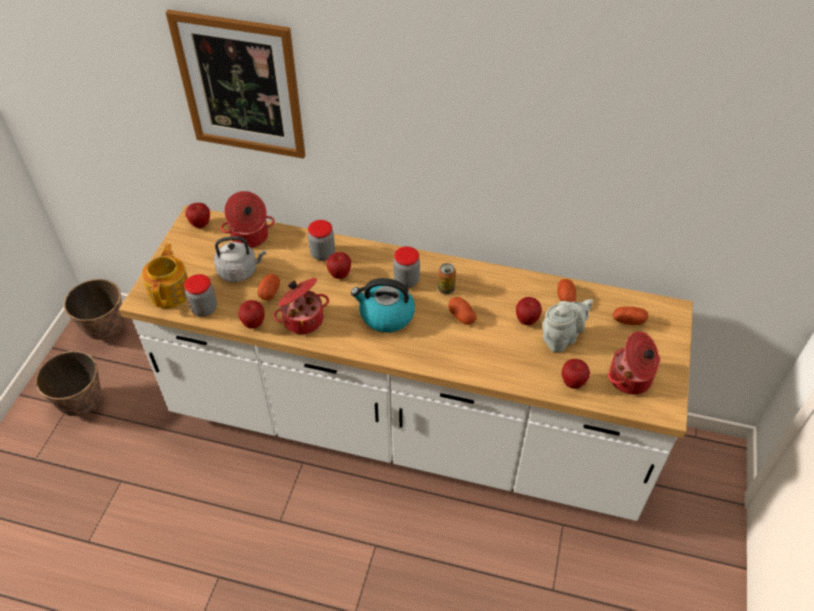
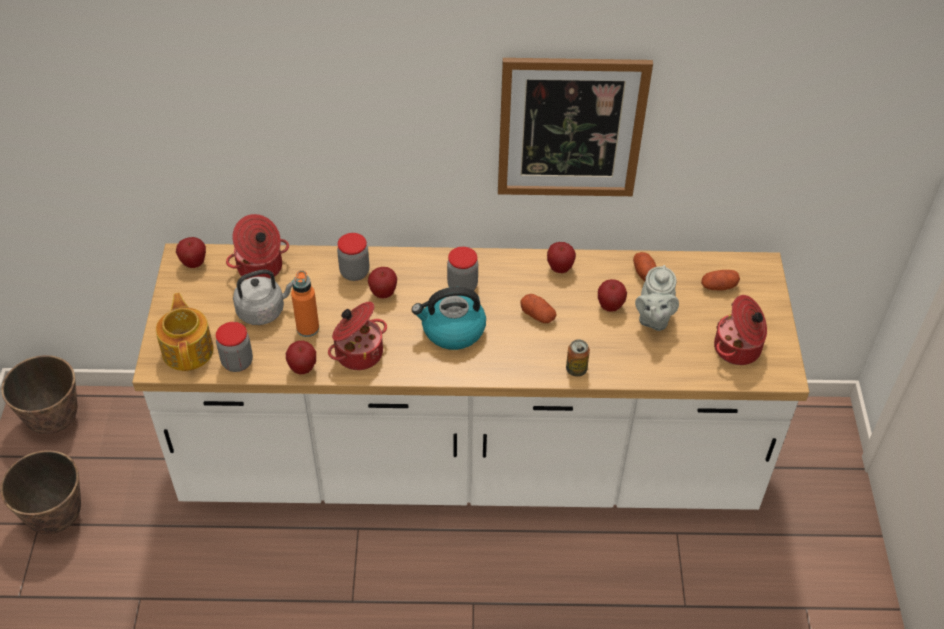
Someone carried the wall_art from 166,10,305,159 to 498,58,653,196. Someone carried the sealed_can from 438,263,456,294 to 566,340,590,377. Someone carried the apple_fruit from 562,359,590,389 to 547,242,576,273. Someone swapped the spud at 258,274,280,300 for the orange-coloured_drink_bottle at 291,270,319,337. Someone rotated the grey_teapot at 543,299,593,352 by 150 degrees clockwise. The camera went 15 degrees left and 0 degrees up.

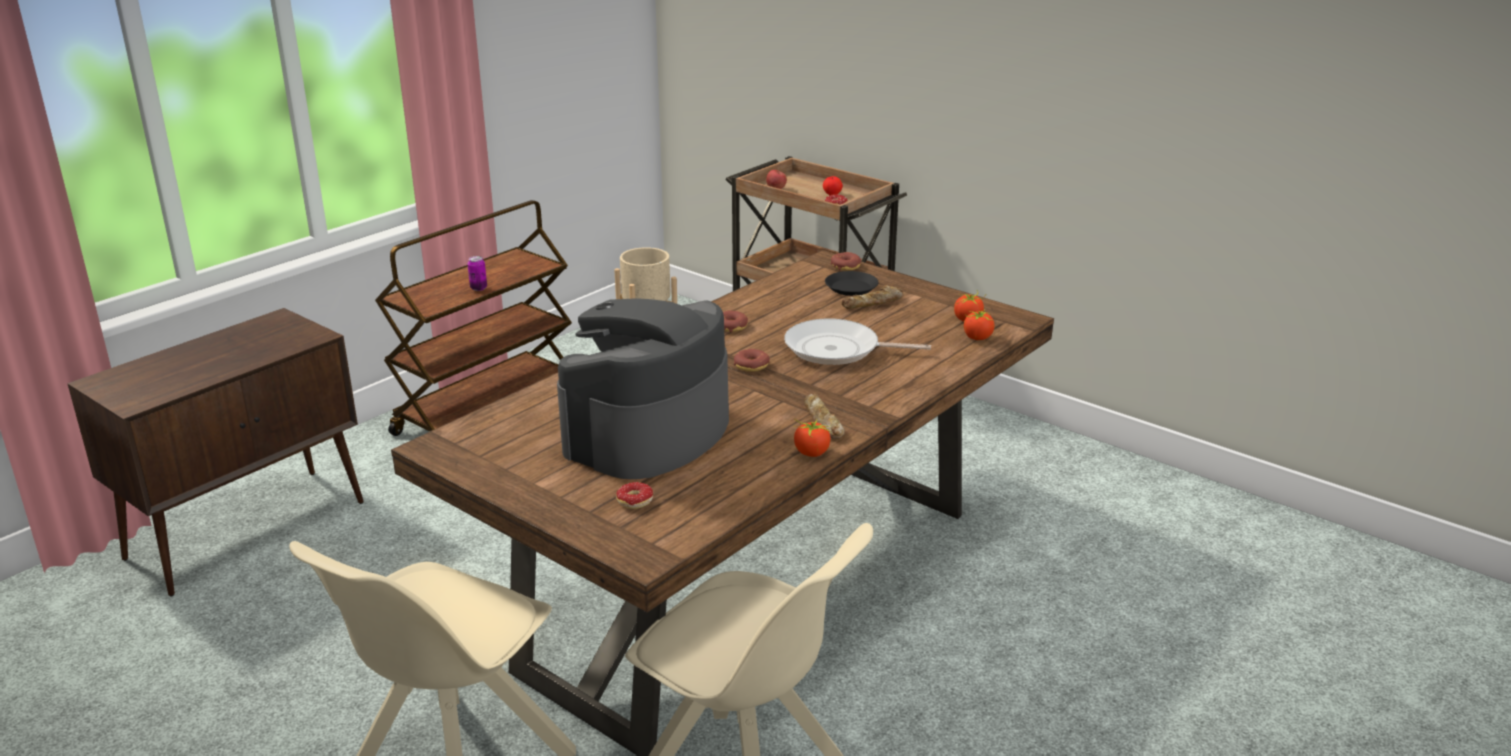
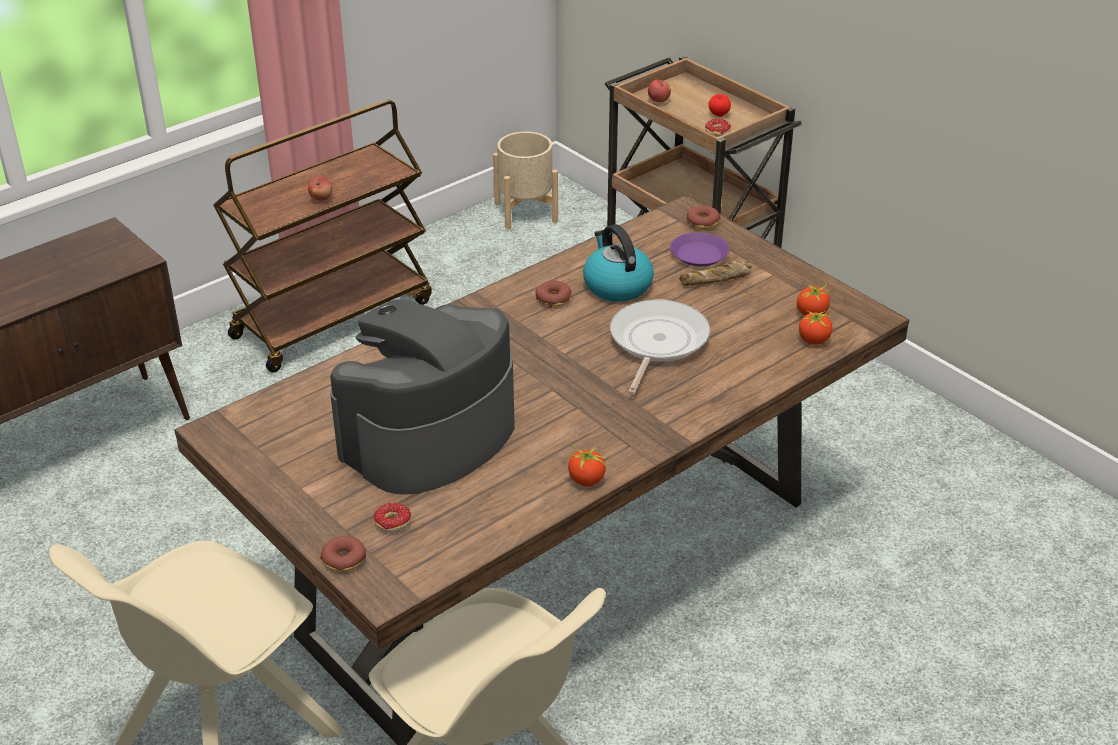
Someone took away the baked_bread at 804,394,845,439. Someone put down the tea_kettle at 583,224,654,302. Someone carried the donut from 734,349,770,372 to 320,536,366,572. Someone swapped the sealed_can at 468,256,487,291 for the apple_fruit at 308,177,332,201. Someone repainted the blackish_plate at 825,271,879,296, which became the purplish_plate at 670,232,729,266. Someone rotated the frying_pan at 784,318,931,365 by 90 degrees clockwise. The camera went 10 degrees right and 10 degrees up.

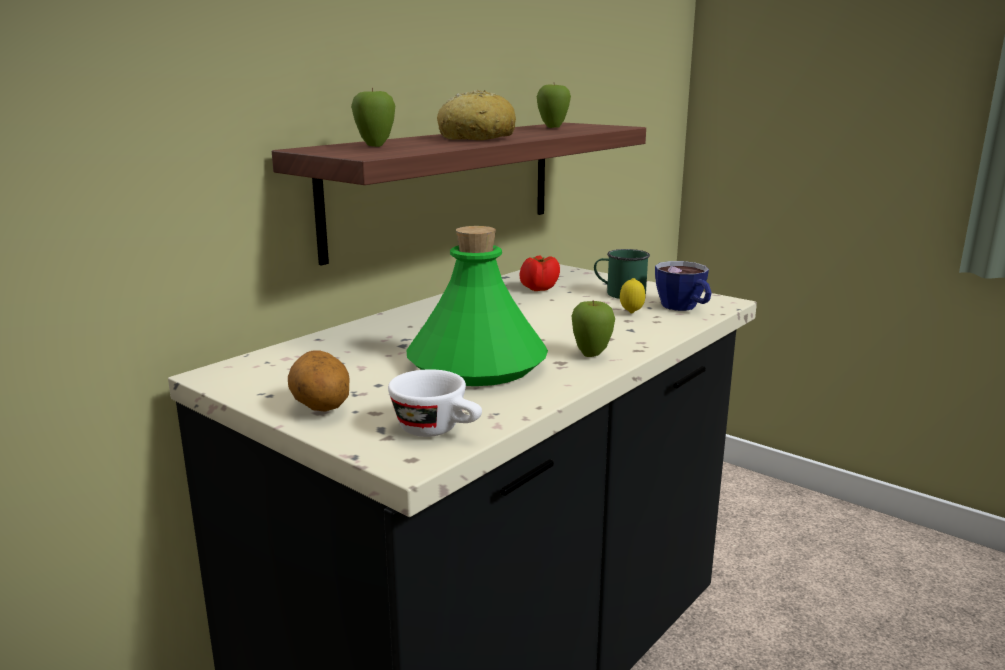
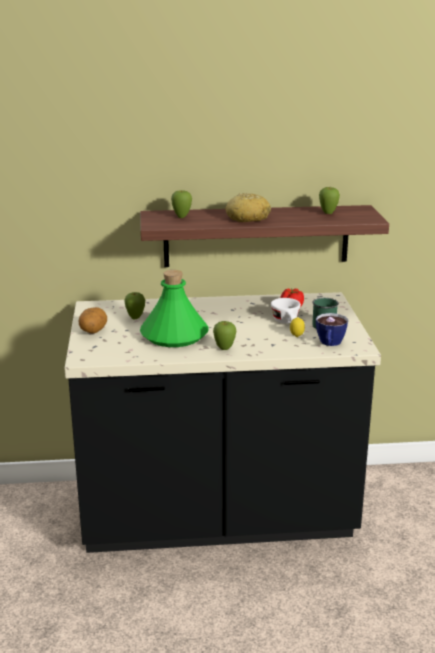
Someone put down the apple_fruit at 124,292,145,320. Someone carried the white_small_cup from 388,369,482,437 to 271,298,301,324. The camera went 45 degrees right and 5 degrees up.

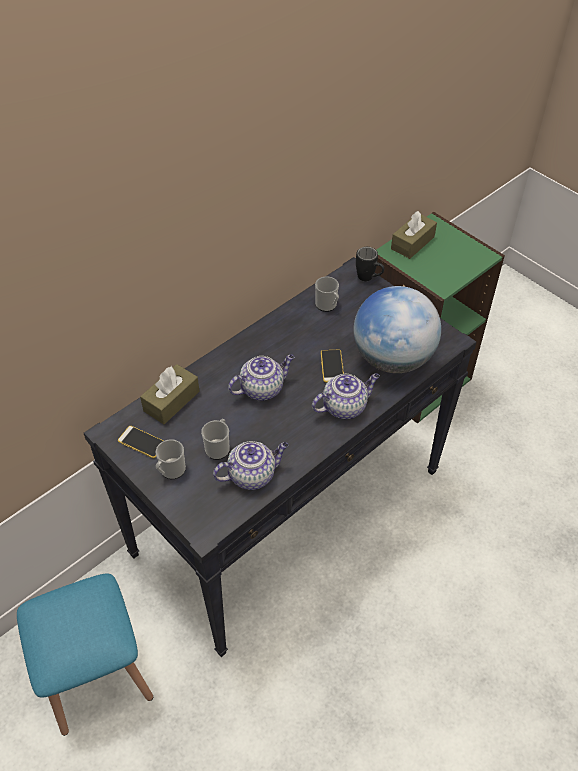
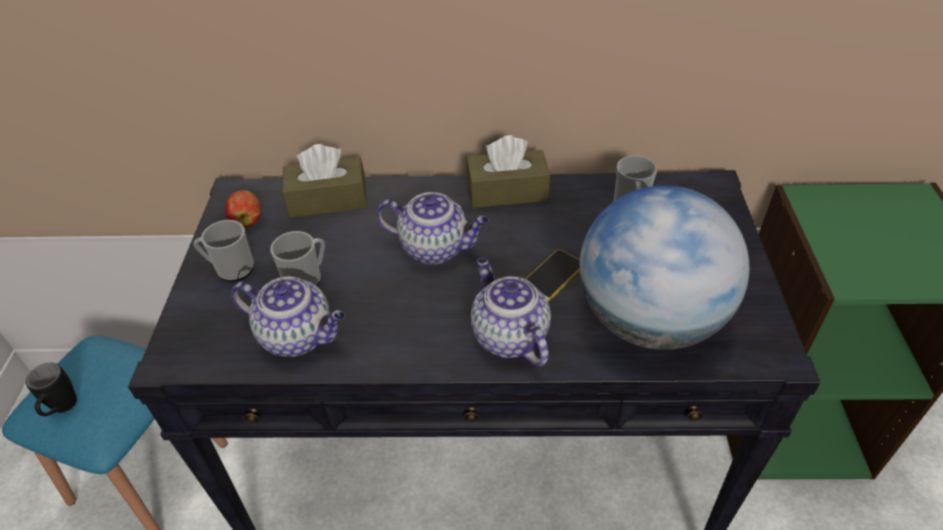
Someone carried the blackish_coffee_mug from 356,247,385,281 to 26,363,77,416. Someone carried the brown_box_of_tissues from 391,211,437,259 to 466,135,550,208. Someone swapped the telephone at 118,426,163,458 for the apple_fruit at 225,190,261,227. Someone rotated the teapot at 312,373,380,419 by 135 degrees counterclockwise. The camera went 45 degrees right and 5 degrees down.

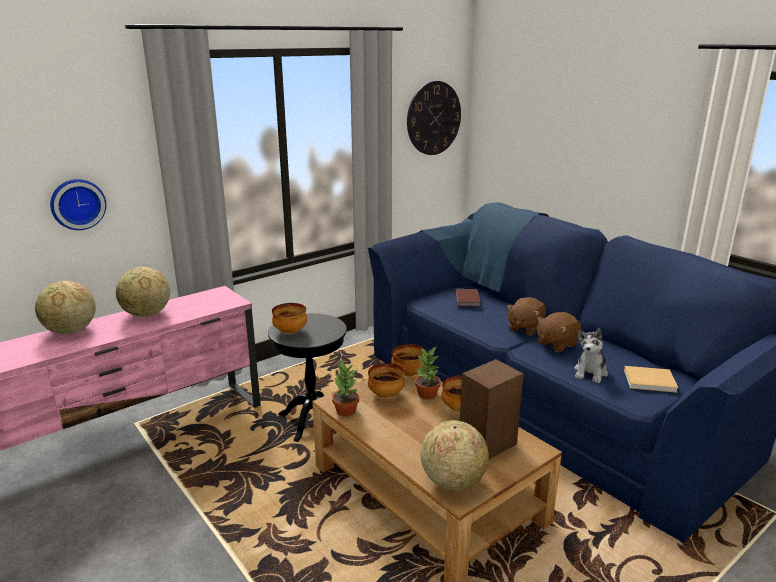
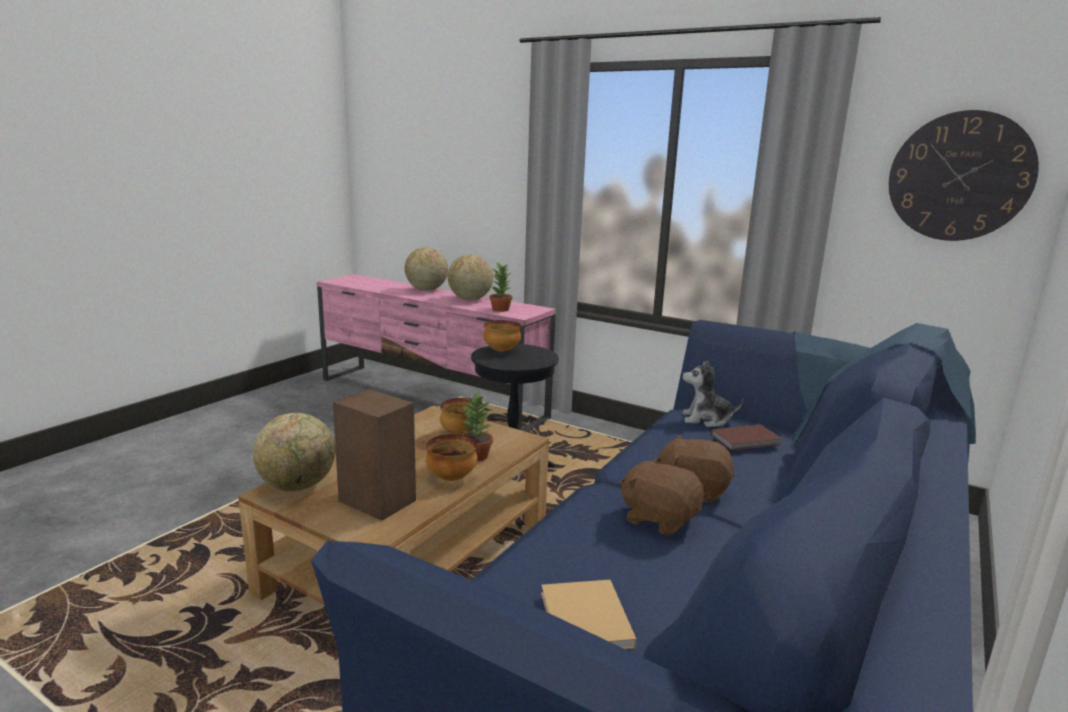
Someone took away the clock_on_the_wall at 50,179,106,230. Someone took away the serving_bowl at 391,344,424,376. Someone carried the houseplant from 332,360,359,416 to 490,263,512,312. Someone carried the soft_toy from 574,328,608,383 to 682,360,743,427. The camera went 70 degrees right and 5 degrees down.

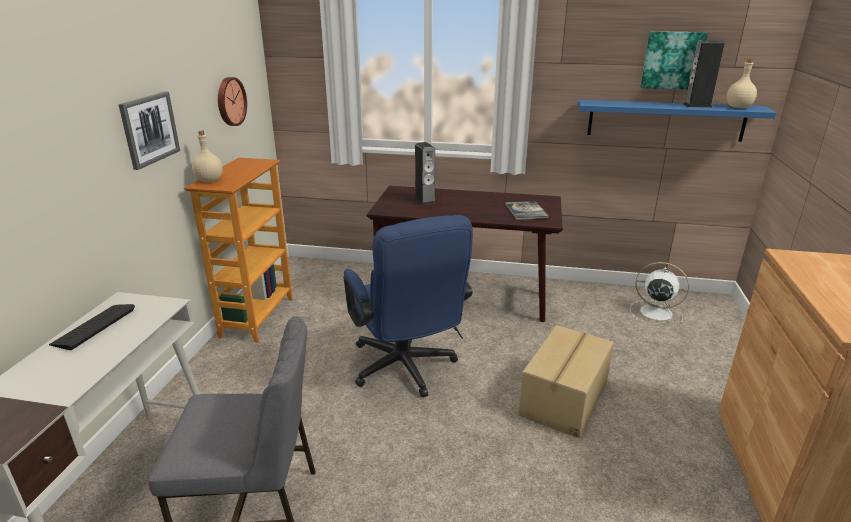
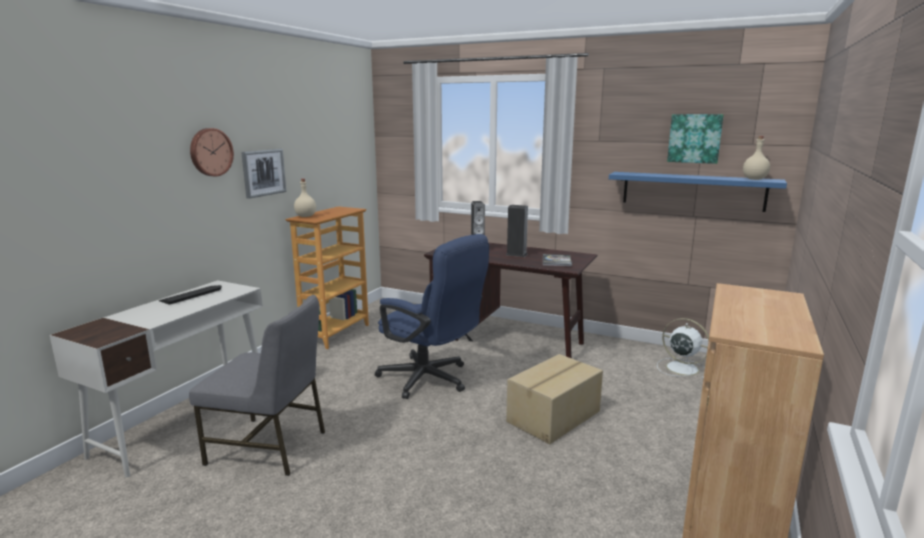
Someone carried the clock_on_the_wall from 218,77,247,126 to 190,128,234,176. Someone carried the loudspeaker from 683,40,725,108 to 506,205,528,257. Someone rotated the blue-coloured_office_chair at 343,215,473,397 by 45 degrees counterclockwise. The camera went 15 degrees right and 10 degrees down.

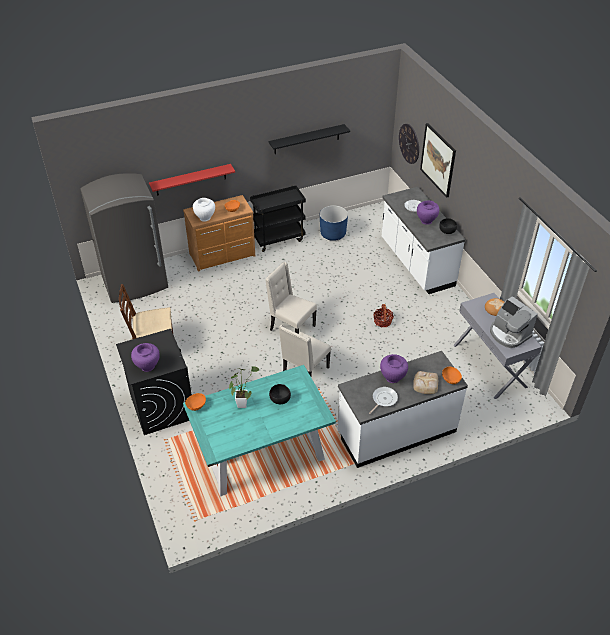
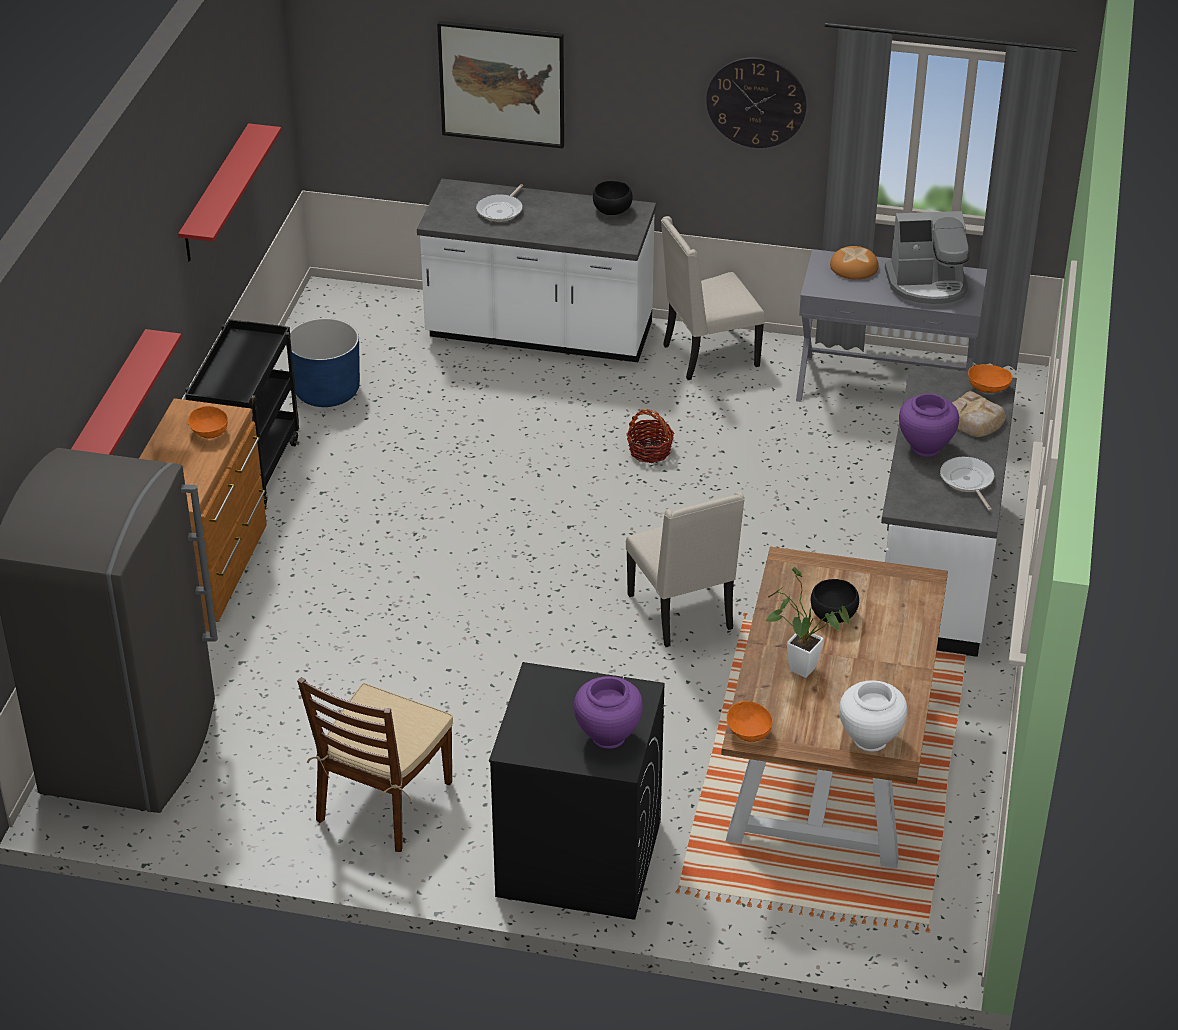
Someone took away the purplish_decorative_vase at 417,200,439,225. Someone carried the white_decorative_vase from 193,198,215,222 to 839,681,907,752. Someone carried the beige-coloured_chair from 265,262,317,334 to 661,216,765,380. Someone carried the clock_on_the_wall from 399,124,419,164 to 706,57,807,148. Someone repainted the turquoise-coloured_kitchen_table at 183,365,336,497, which became the brown_kitchen_table at 721,547,948,869. Someone repainted the blackish_bracket_shelf at 268,124,350,154, which became the red_bracket_shelf at 178,123,282,262. The camera went 55 degrees left and 5 degrees down.

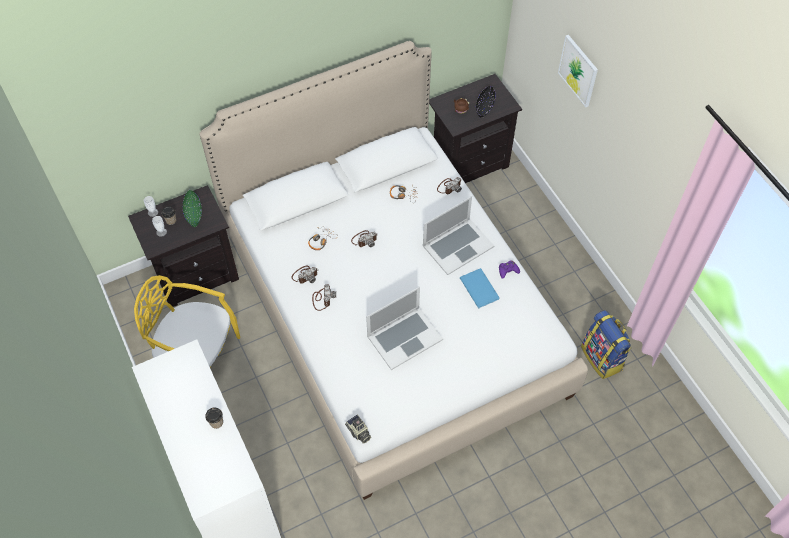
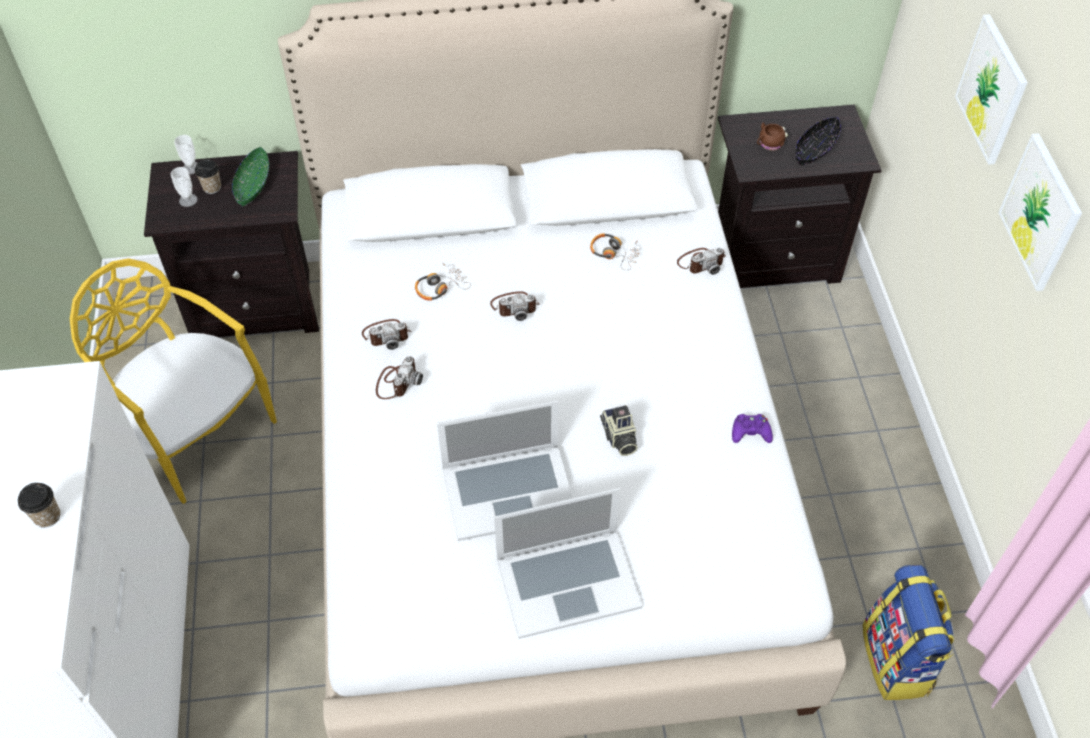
Someone took away the blue-coloured_bound_book at 460,268,500,308. Someone put up the wall_art at 998,133,1082,291. Someone carried the photo_camera from 345,414,371,444 to 600,405,638,456. Someone carried the notebook_computer from 423,196,494,275 to 494,488,642,639. The camera went 20 degrees right and 5 degrees down.

